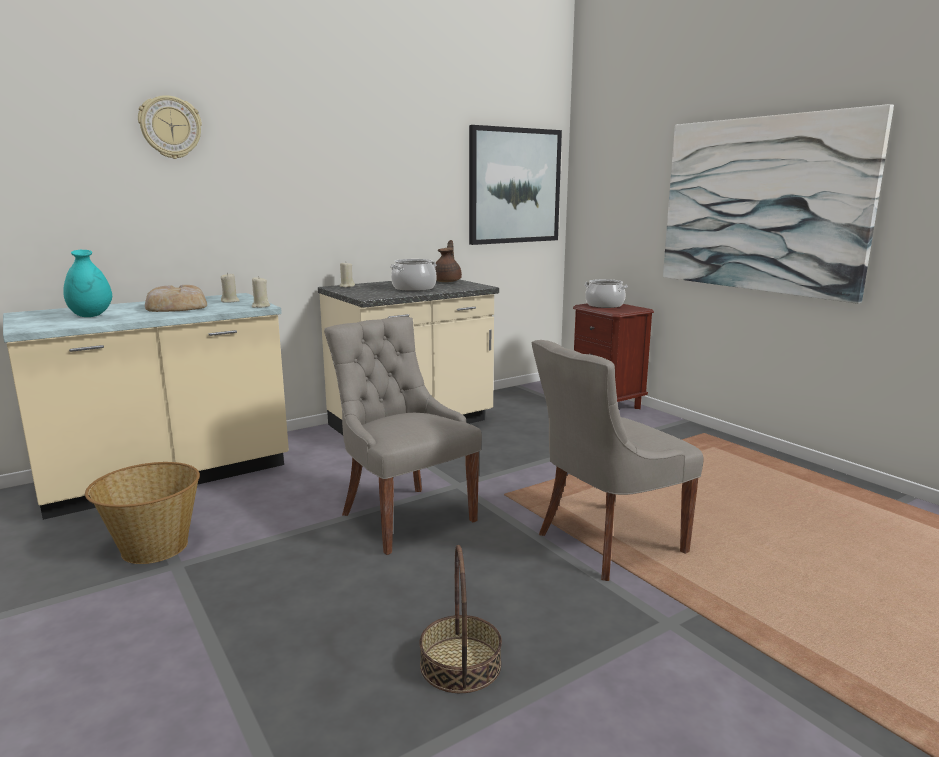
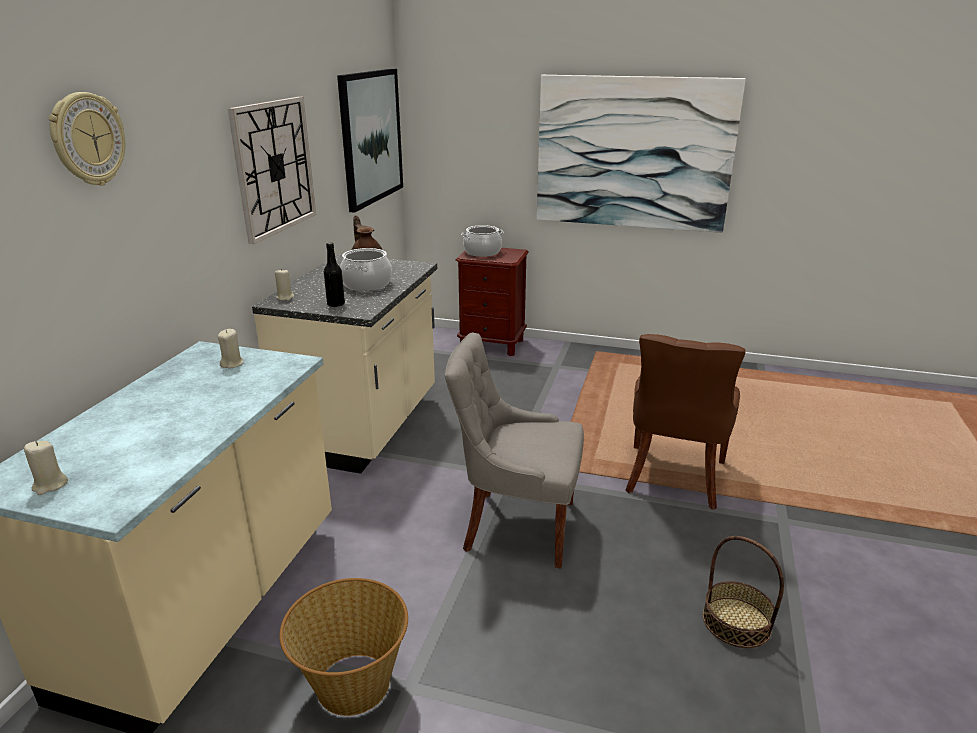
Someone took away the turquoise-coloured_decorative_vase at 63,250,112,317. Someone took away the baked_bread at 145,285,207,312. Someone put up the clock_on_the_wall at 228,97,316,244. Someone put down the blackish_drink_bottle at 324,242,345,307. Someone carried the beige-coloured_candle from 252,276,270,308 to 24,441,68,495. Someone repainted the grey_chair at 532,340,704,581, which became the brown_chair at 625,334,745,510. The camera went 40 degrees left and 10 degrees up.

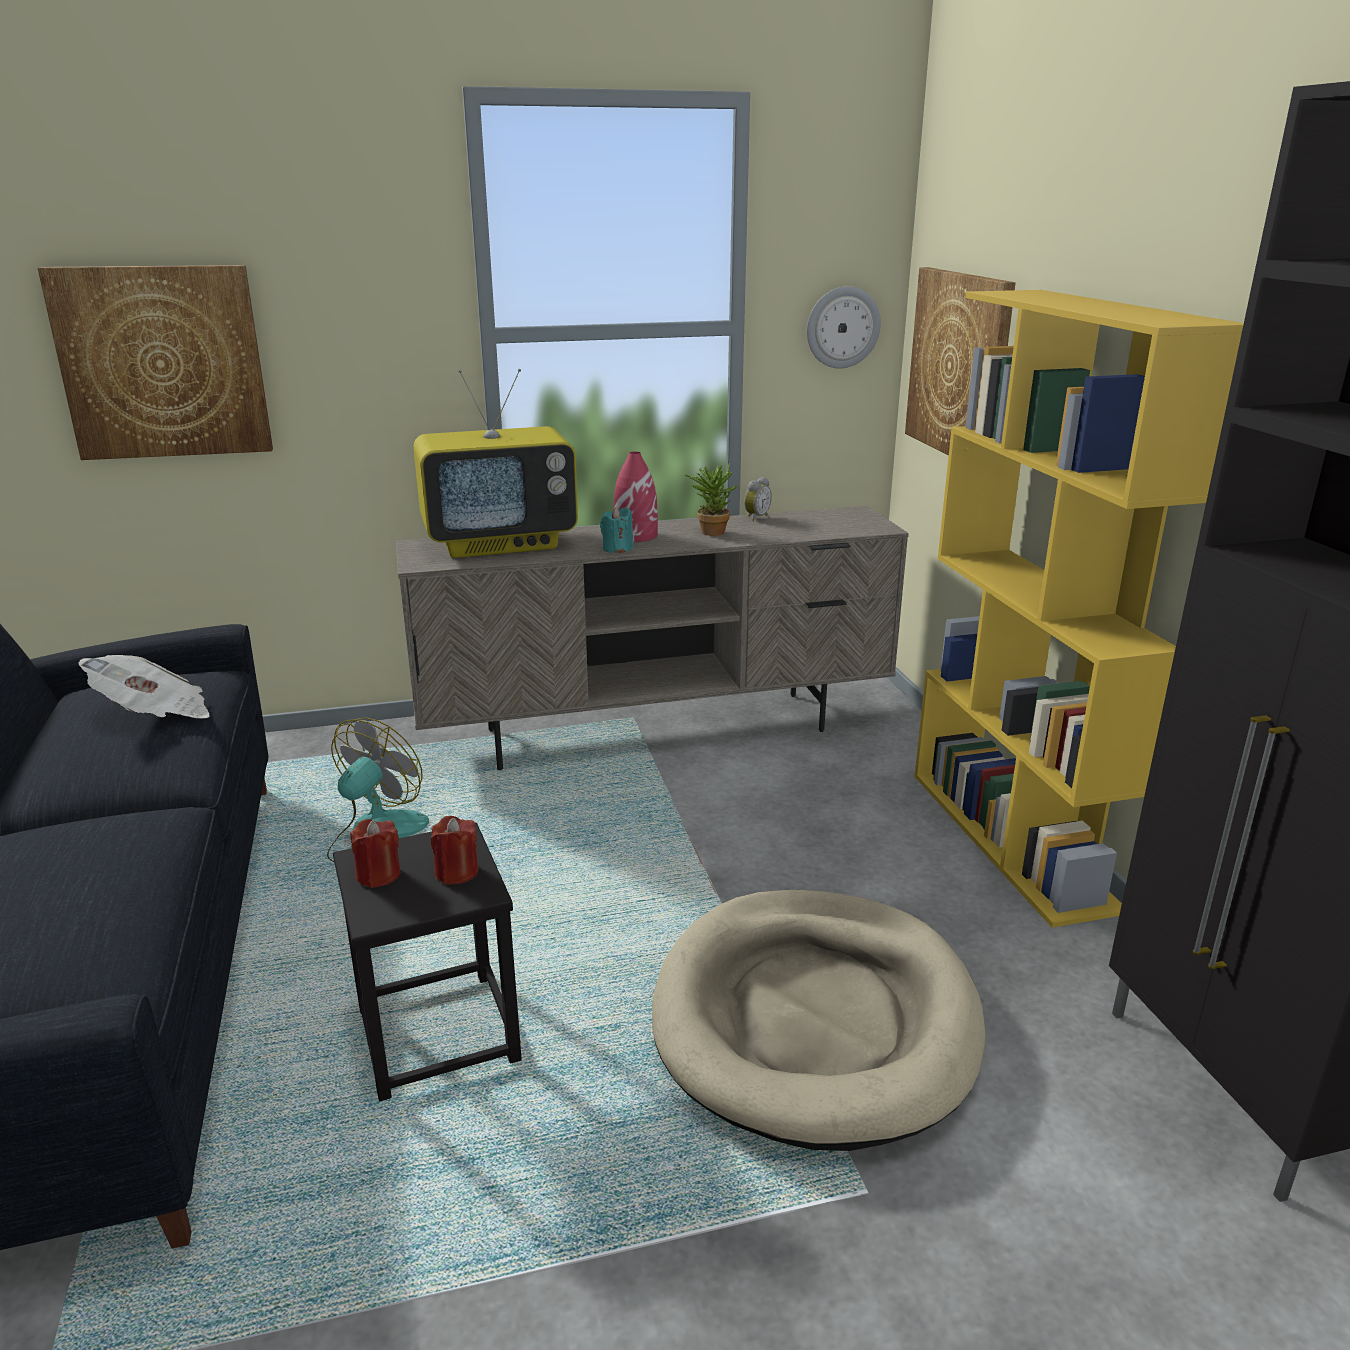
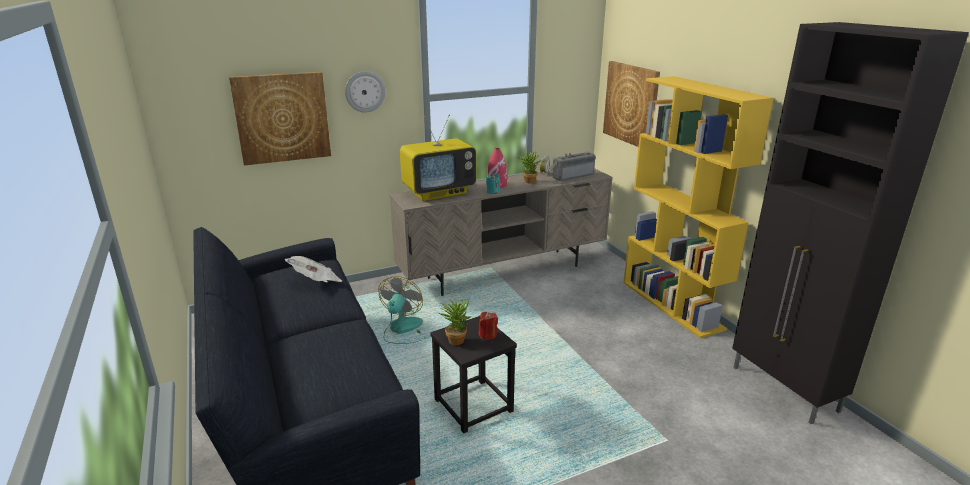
Someone took away the beige-coloured_dog_cushion at 652,890,985,1151. Someone put down the radio at 550,152,595,181. Someone carried the clock_on_the_wall from 807,286,881,368 to 345,71,385,113. Someone swapped the red_candle at 350,819,400,888 for the houseplant at 439,299,471,345. The camera went 10 degrees left and 0 degrees up.

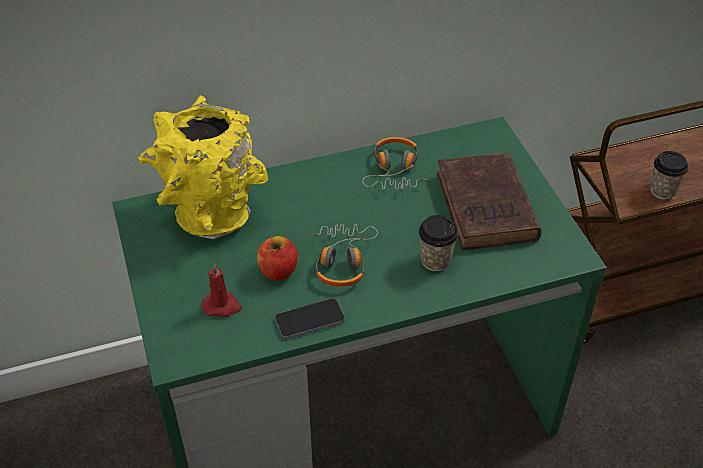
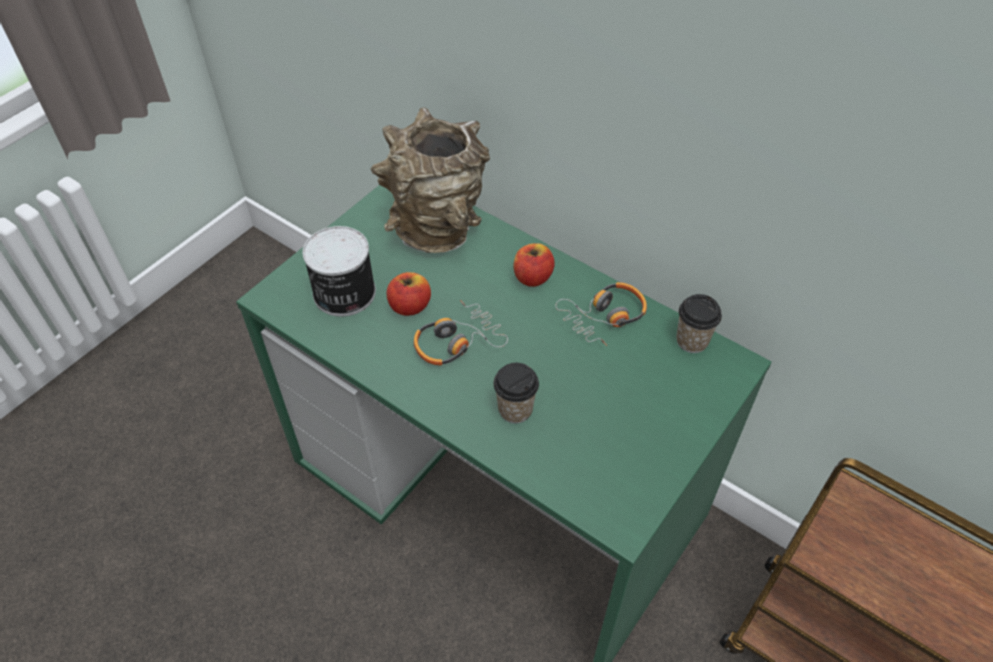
Someone took away the telephone at 275,298,345,339. Someone took away the brown_bound_book at 436,152,542,250. Someone put down the apple_fruit at 513,243,555,287. Someone carried the small_cup from 650,151,688,200 to 676,294,722,353. Someone swapped the red_candle at 202,263,242,317 for the sealed_can at 302,226,376,317. Someone repainted the yellowish_decorative_vase at 138,96,268,239, which became the brown_decorative_vase at 370,107,490,253. The camera went 55 degrees right and 5 degrees up.

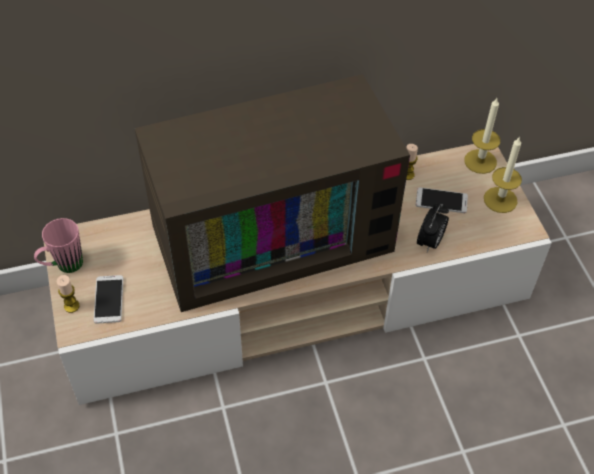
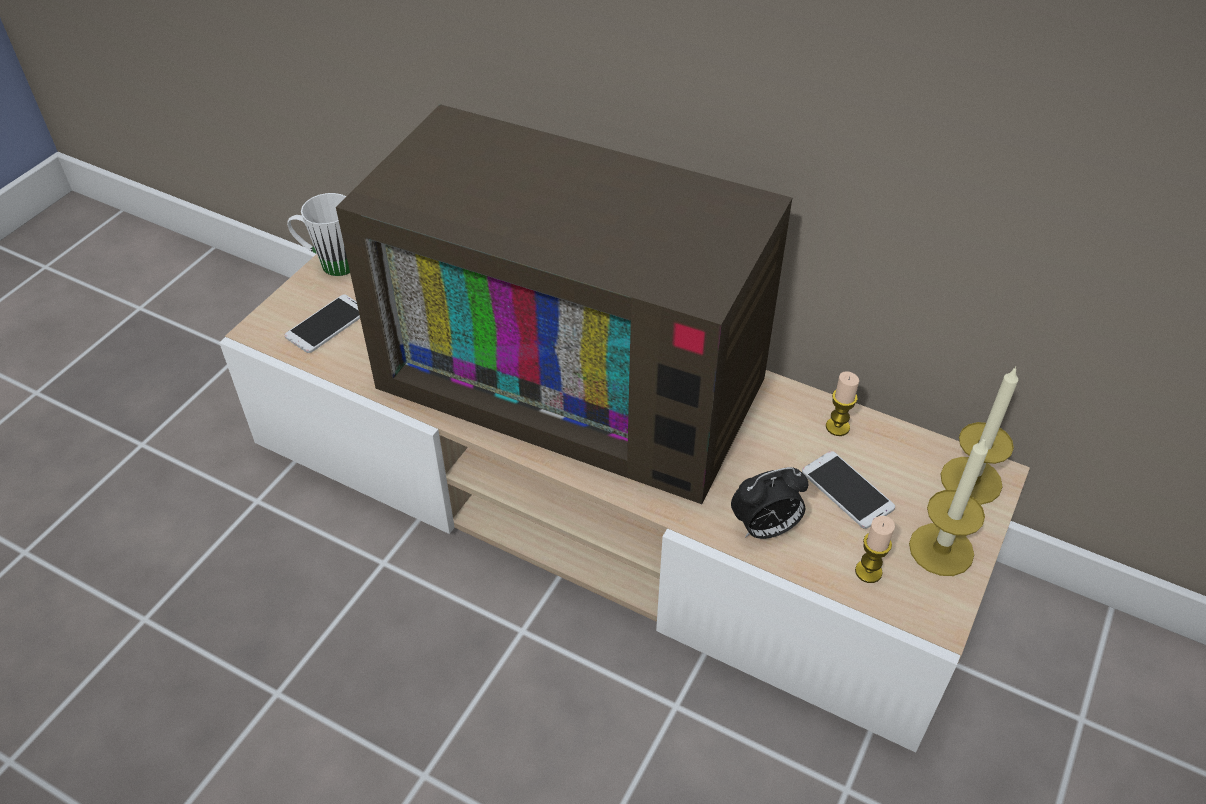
Someone carried the candle from 57,275,80,313 to 855,516,895,583. Someone repainted the pinkish_coffee_mug at 34,218,83,273, which became the white_coffee_mug at 287,193,350,276. The camera went 45 degrees right and 5 degrees down.

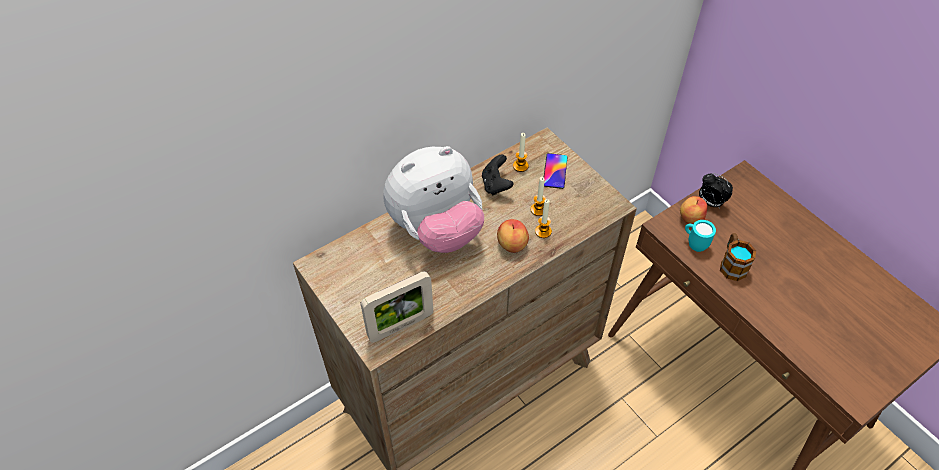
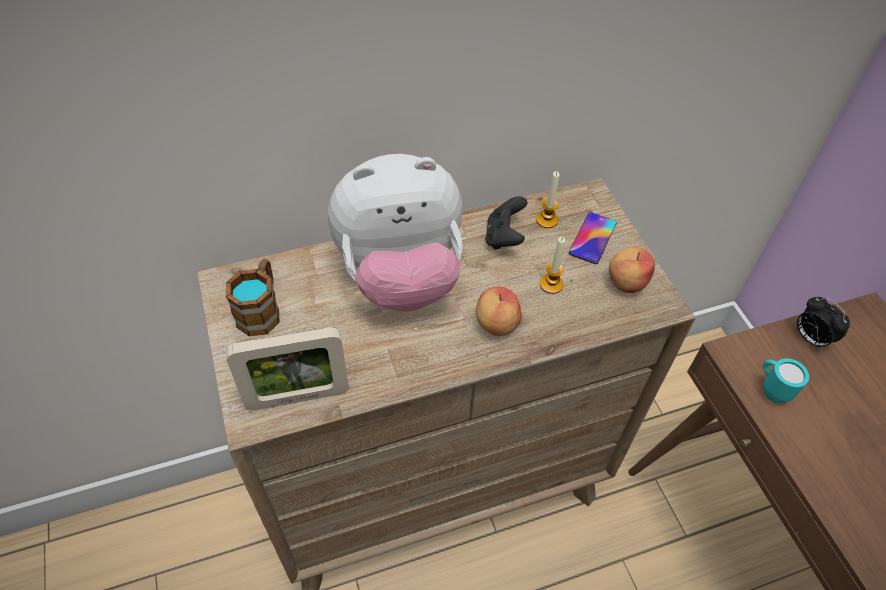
Someone took away the candle at 535,199,552,238. Someone carried the apple_fruit from 680,196,707,224 to 609,247,655,293. Someone carried the coffee_mug from 720,233,756,281 to 226,259,280,336. The camera went 15 degrees right and 0 degrees up.

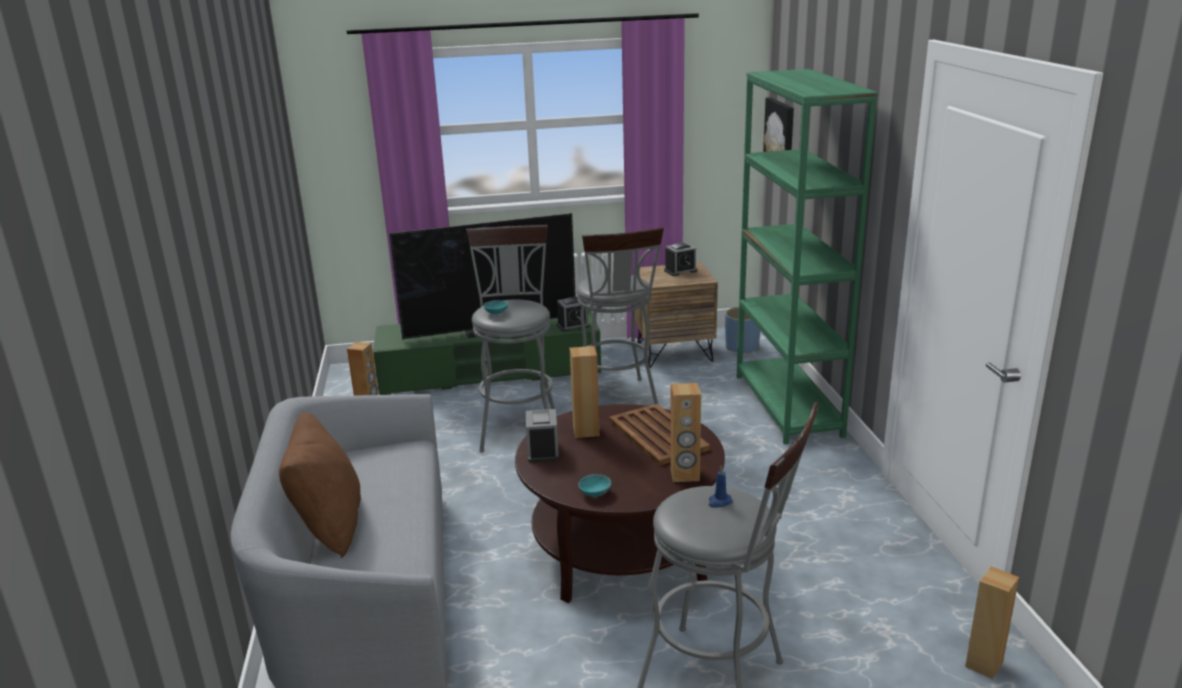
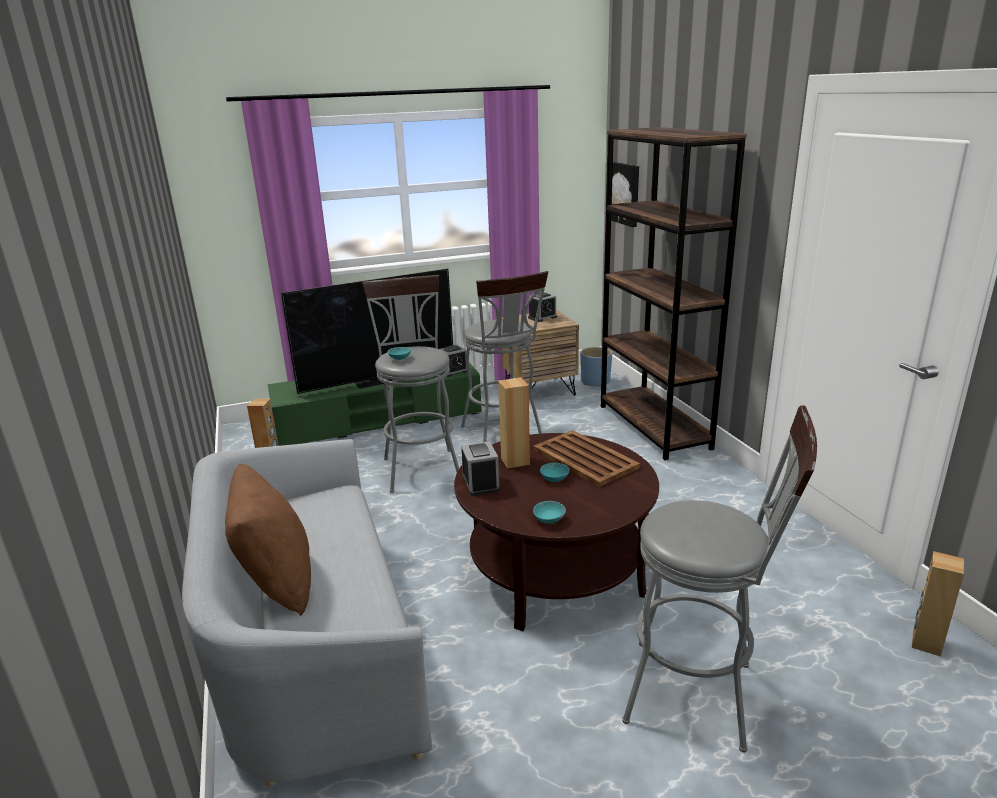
Someone took away the brown_loudspeaker at 670,383,701,482. Someone took away the blue-coloured_candle at 709,465,733,508. Someone put down the turquoise-coloured_serving_bowl at 540,463,569,482. Someone repainted the green-coloured_bookshelf at 737,69,878,444, which became the brown_bookshelf at 601,127,747,460. The camera went 10 degrees left and 0 degrees up.

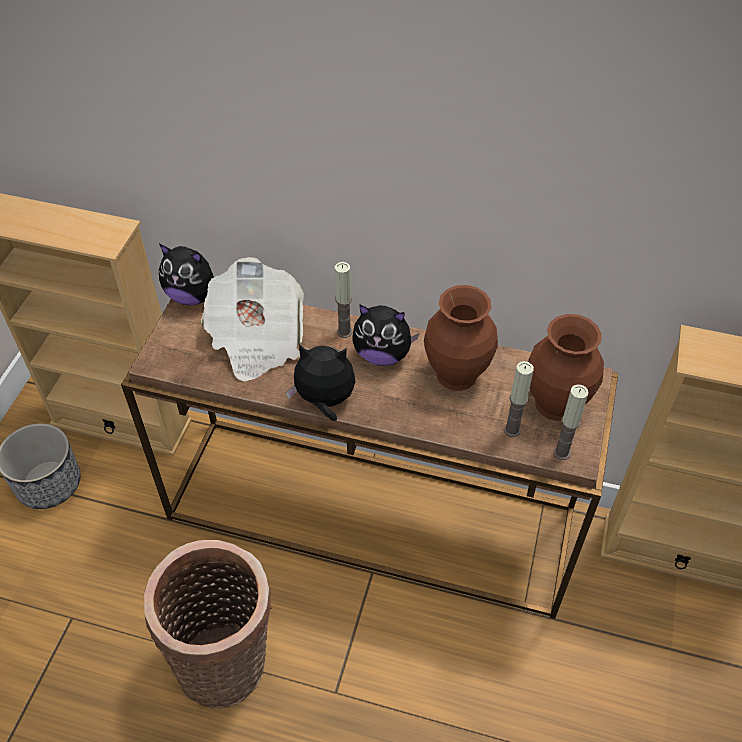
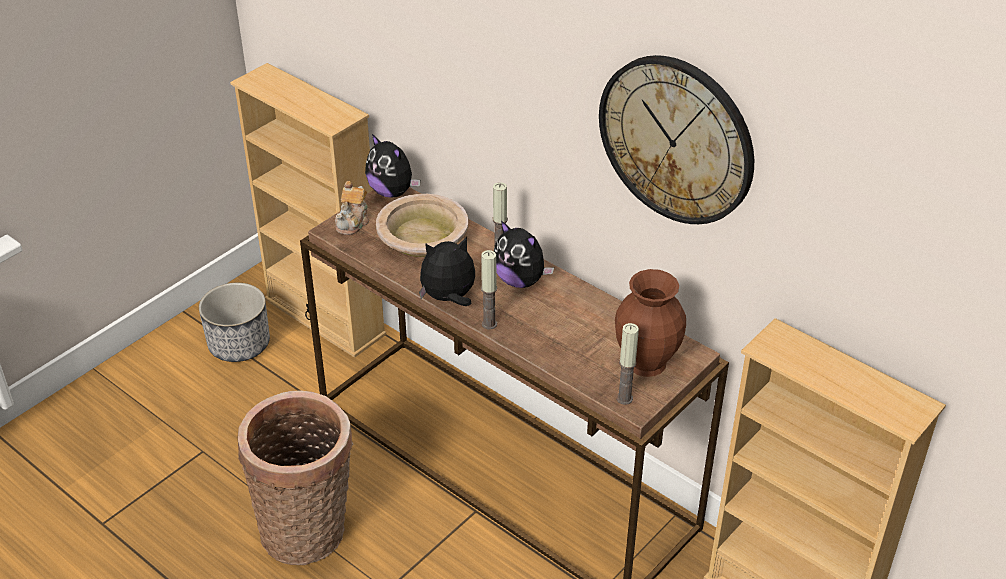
Someone took away the brown_decorative_vase at 424,285,498,391. Someone put down the teapot at 335,181,369,235. Someone put up the clock_on_the_wall at 599,55,754,224. Someone carried the candle from 504,361,534,437 to 481,250,497,329. Someone swapped the printed_paper at 201,257,304,382 for the beige-coloured_serving_bowl at 376,194,468,257. Someone rotated the soft_toy at 286,345,355,421 by 45 degrees counterclockwise. The camera went 25 degrees right and 10 degrees down.

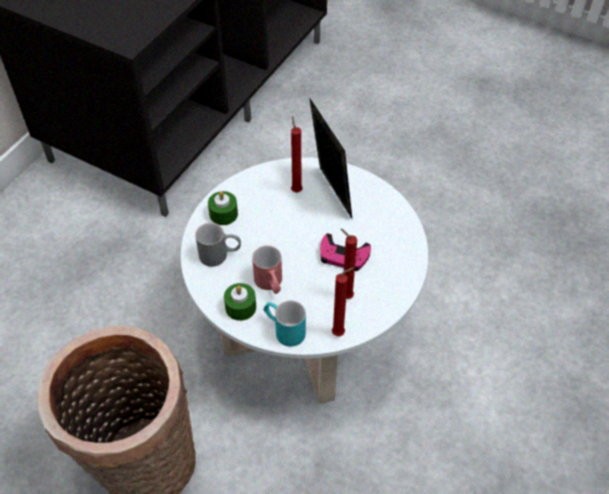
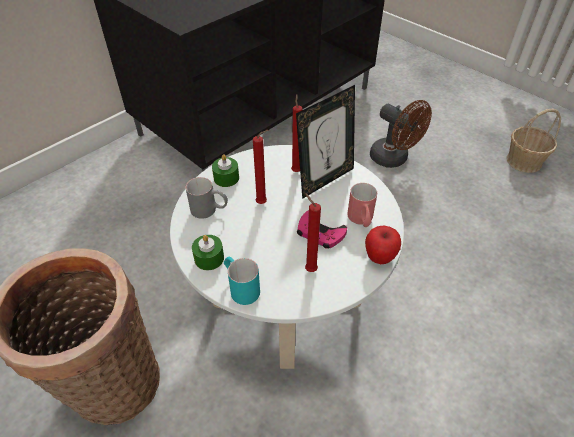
Someone put down the apple_fruit at 365,225,401,264. Someone put down the brown_electric_fan at 370,100,432,168. Someone put down the storage_basket at 506,109,561,173. Someone carried the red_coffee_mug from 252,245,282,294 to 347,183,377,227. Someone carried the red_candle from 332,267,354,336 to 253,130,268,204. Someone rotated the picture_frame at 309,97,353,220 by 60 degrees clockwise. The camera went 15 degrees right and 5 degrees down.

